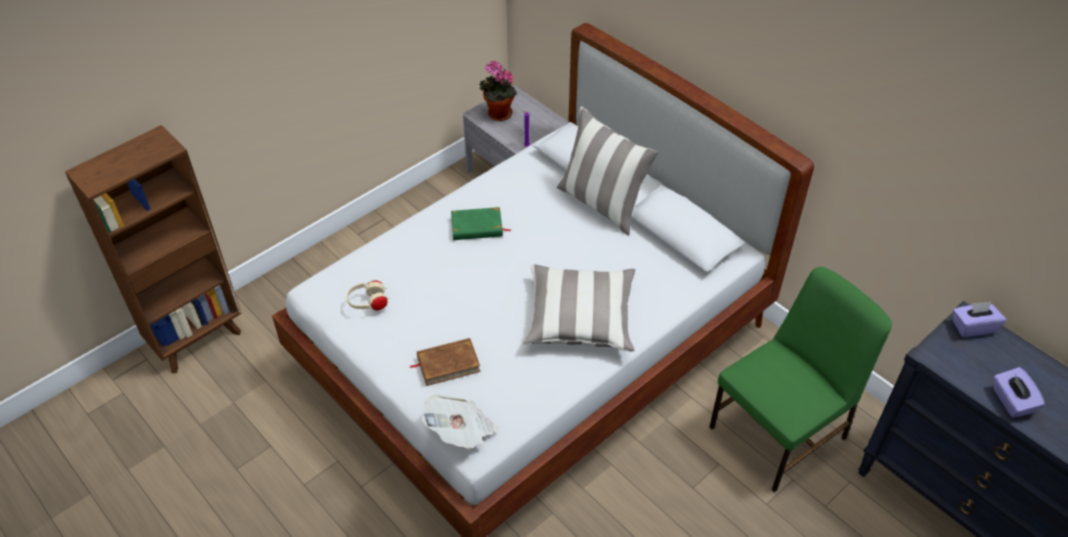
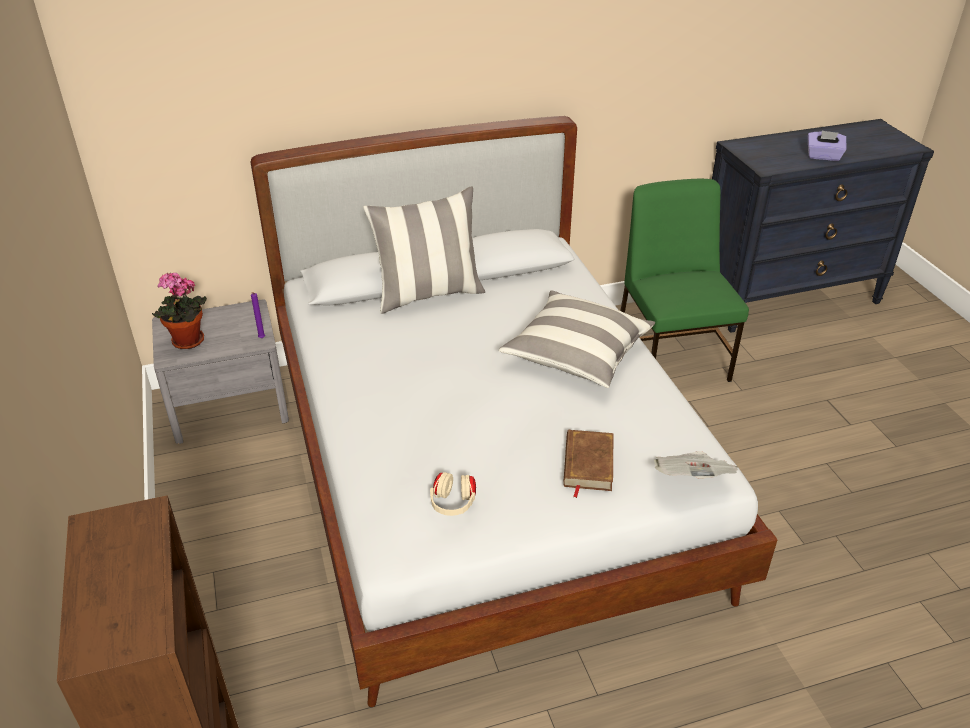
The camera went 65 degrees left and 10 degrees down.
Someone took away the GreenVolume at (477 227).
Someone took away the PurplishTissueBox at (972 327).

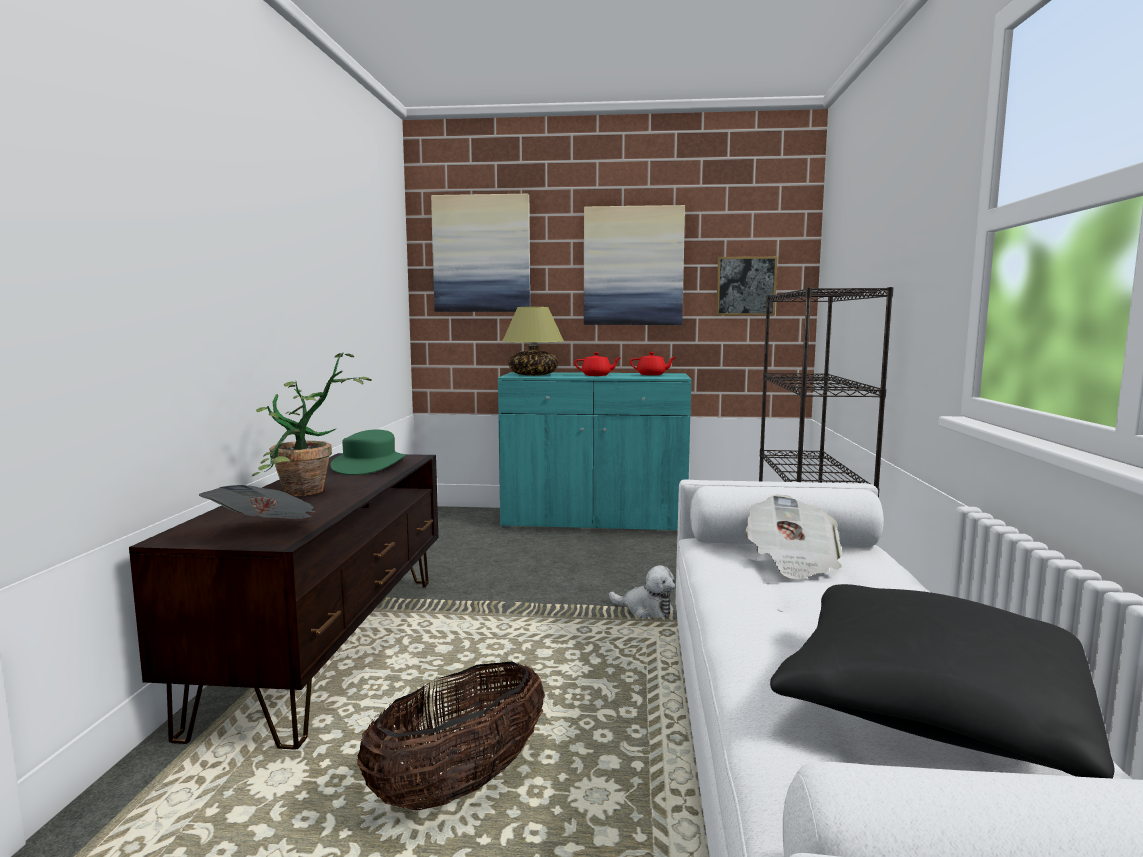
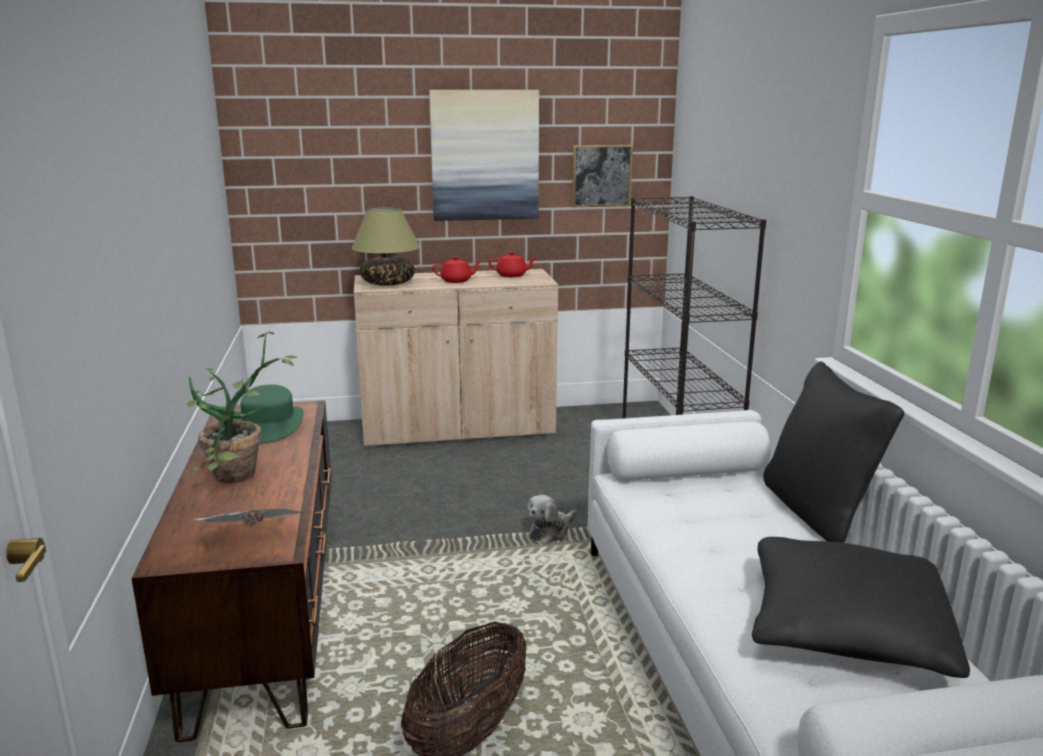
The camera went 15 degrees left and 10 degrees up.
Someone took away the WallPicture at (481 254).
Someone repainted the BlueGreenStorageCabinet at (594 521), which became the BeigeColouredStorageCabinet at (458 428).
Someone rotated the CuddlyToy at (645 609) by 120 degrees clockwise.
Someone took away the Newspaper at (792 562).
Someone put down the BlackCushion at (818 512).

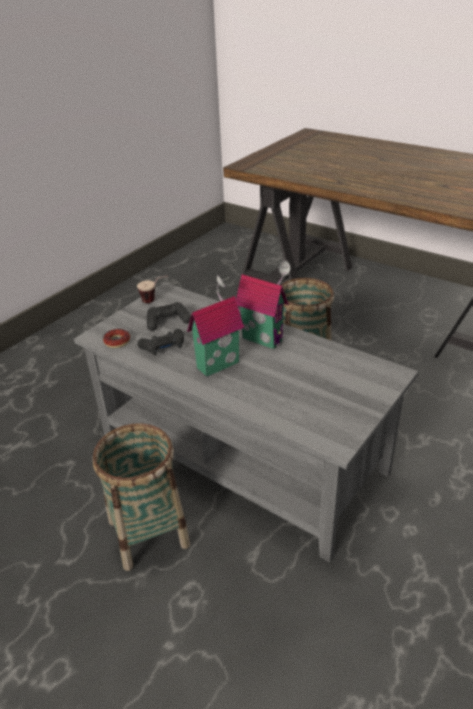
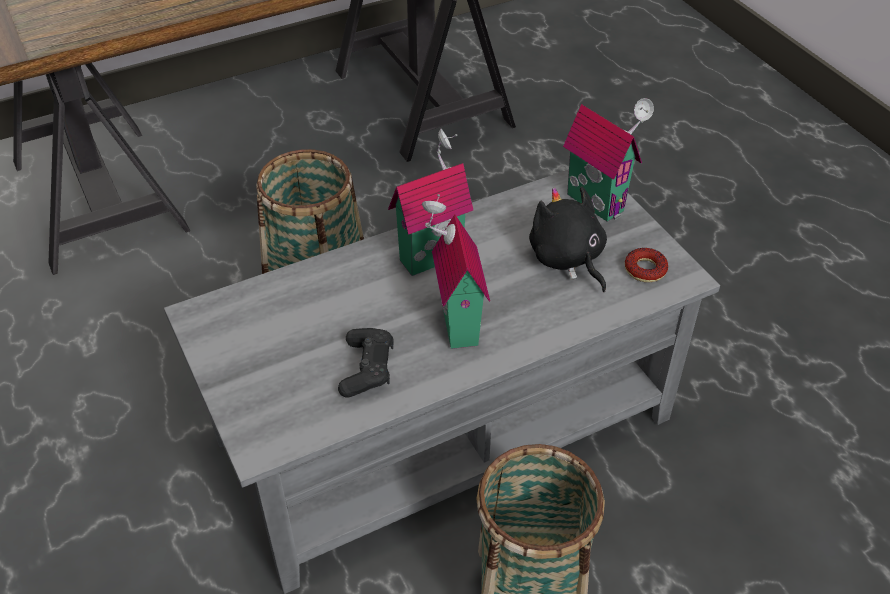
The camera went 65 degrees left and 10 degrees up.
Someone carried the Donut from (117 341) to (645 269).
Someone took away the DrinkingCup at (155 301).
Someone took away the BlackJoypad at (168 322).
Someone put down the BlackCuddlyToy at (567 259).
Someone put down the MiniatureHouse at (598 201).

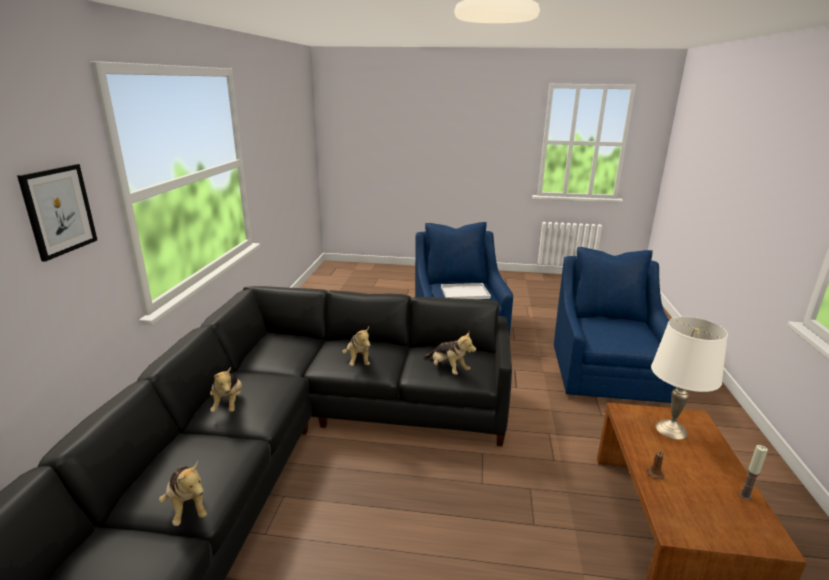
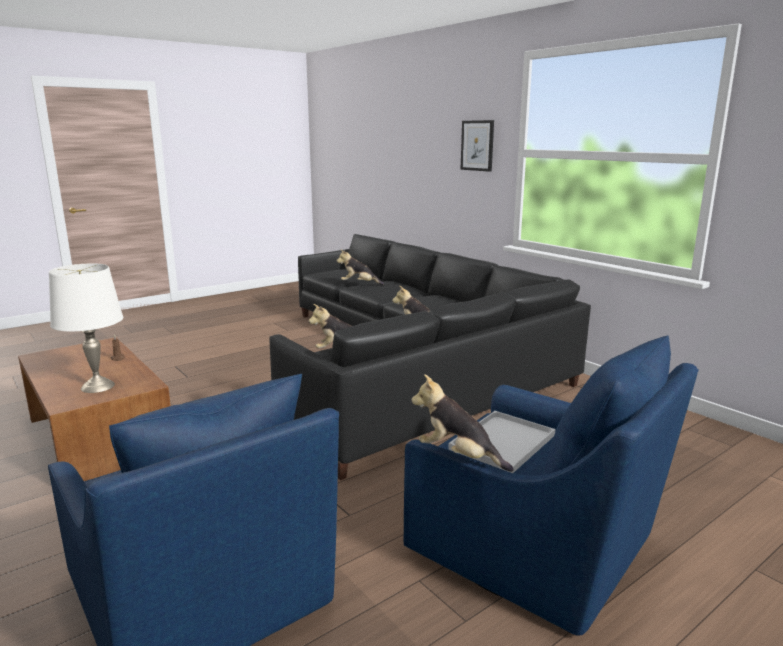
The camera went 135 degrees right and 5 degrees down.
Someone carried the CuddlyToy from (228 404) to (458 456).
Someone took away the Candle at (745 496).

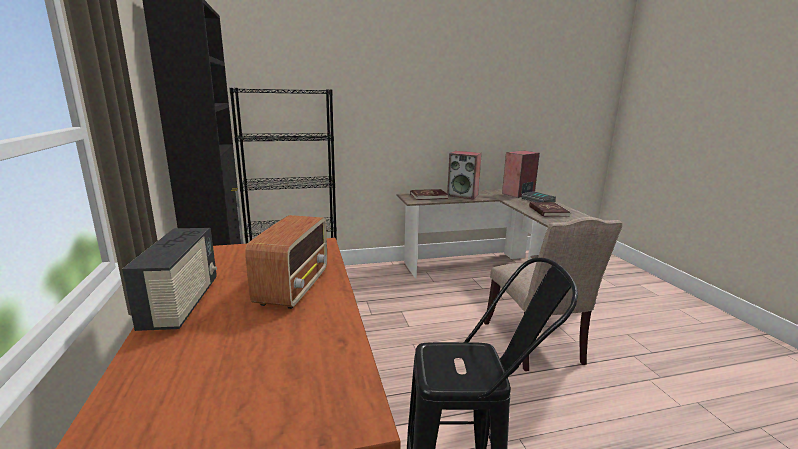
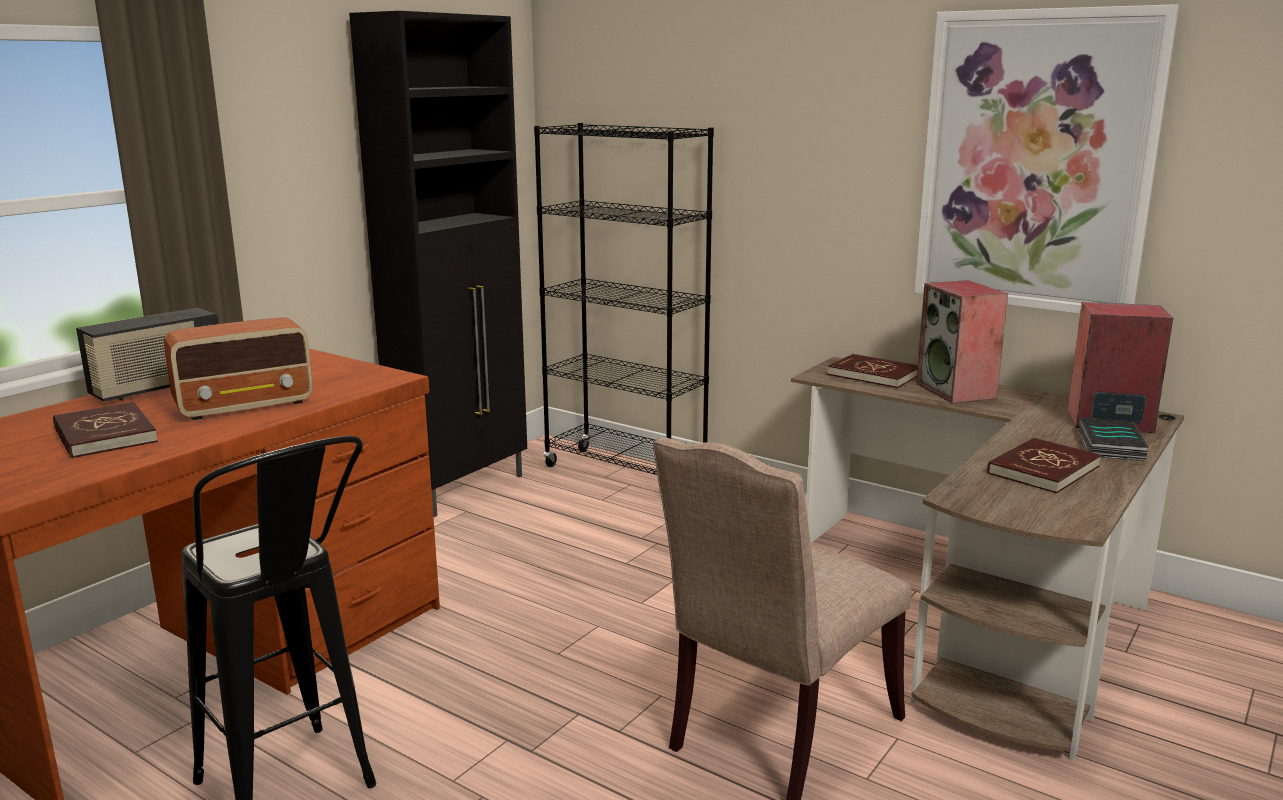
The camera went 50 degrees right and 0 degrees up.
Someone put down the ReddishVolume at (104 435).
Someone put up the WallPicture at (1035 162).

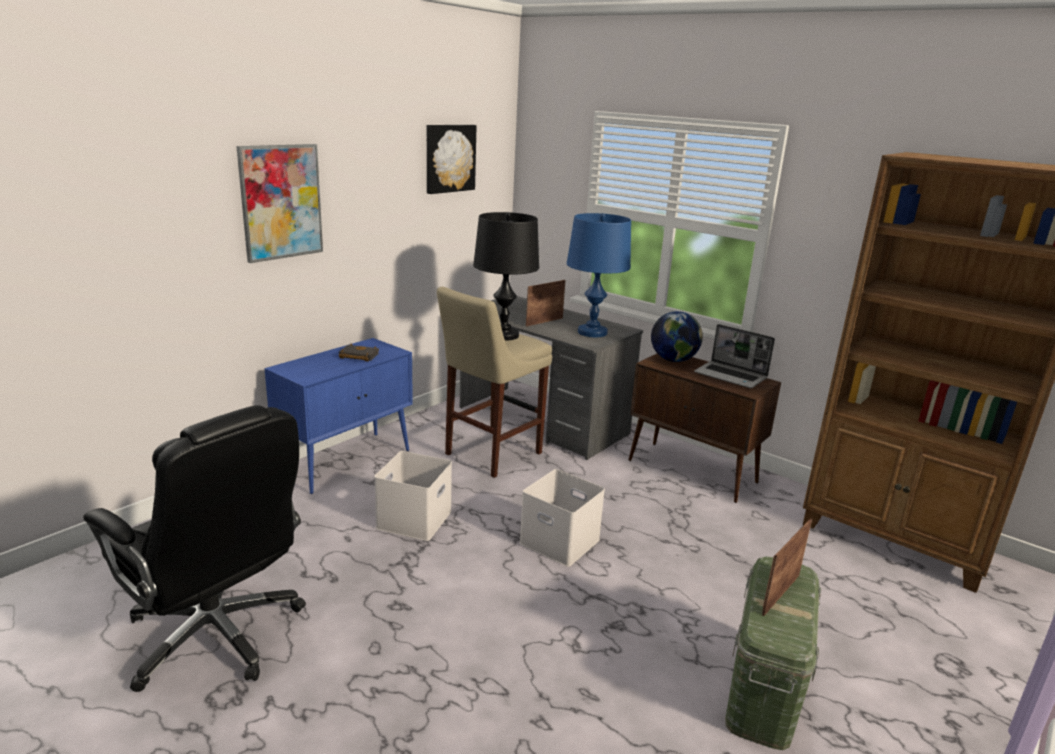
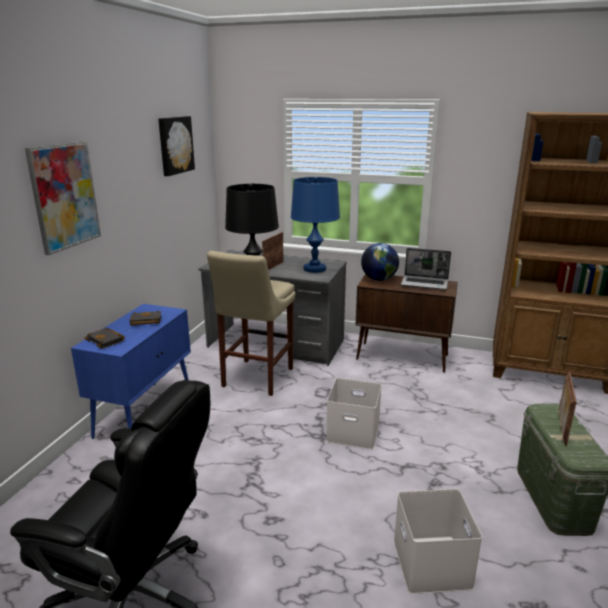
The camera went 20 degrees left and 0 degrees up.
Someone carried the WhiteColouredStorageContainer from (415 520) to (433 565).
Someone put down the BlackVolume at (107 340).

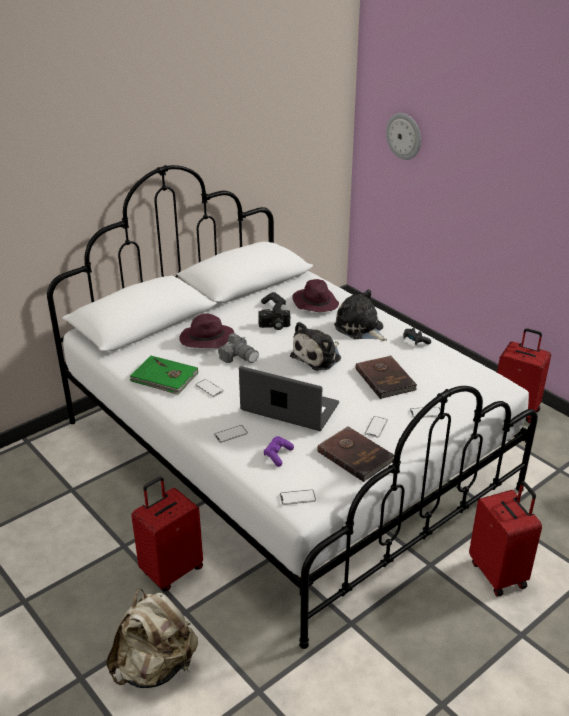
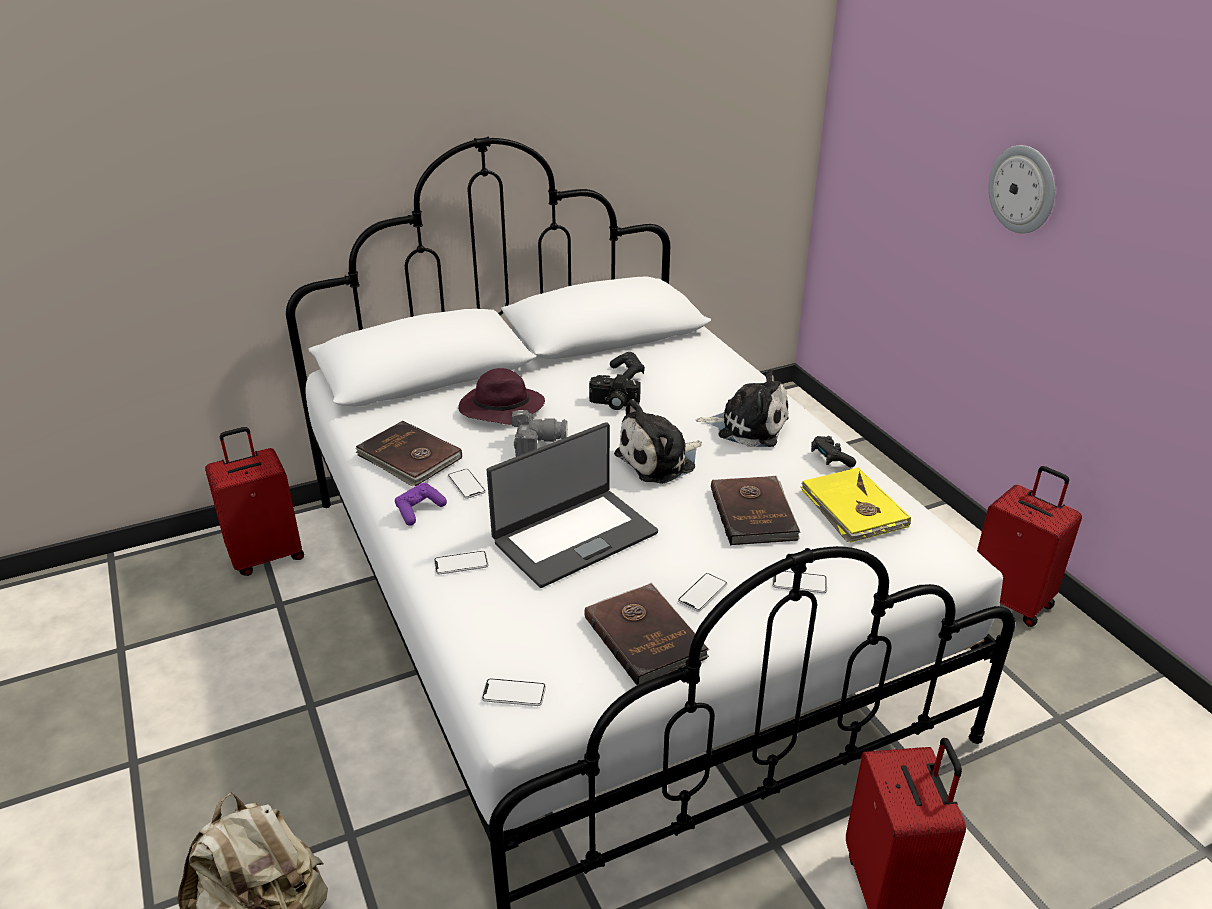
The camera went 15 degrees right and 0 degrees up.
Someone repainted the GreenVolume at (164 378), which became the BrownColouredVolume at (409 458).
Someone carried the ReddishPieceOfLuggage from (171 570) to (266 555).
Someone rotated the PhotoCamera at (239 357) by 60 degrees counterclockwise.
Someone rotated the PortableComputer at (289 408) by 105 degrees clockwise.
Someone carried the PurplishJoypad from (278 455) to (419 510).
Someone took away the PurplishWearableHat at (315 303).
Someone rotated the CuddlyToy at (360 329) by 135 degrees clockwise.
Someone carried the WallClock from (404 136) to (1023 189).
Someone put down the YellowColouredVolume at (852 509).

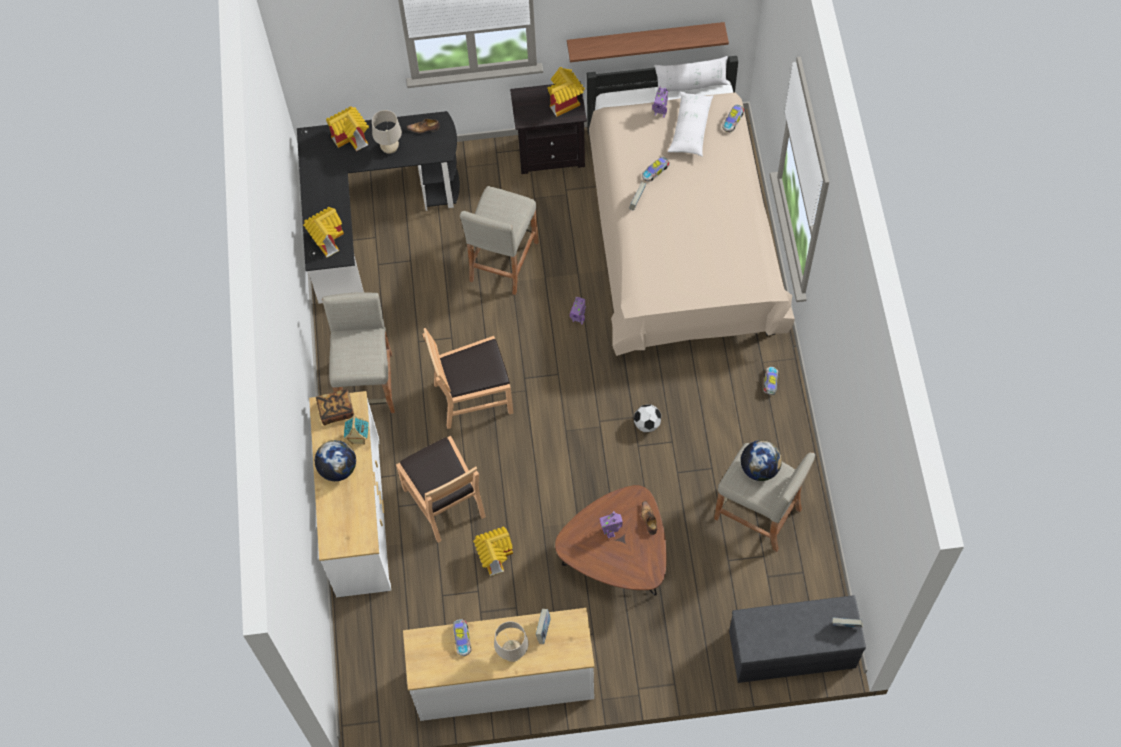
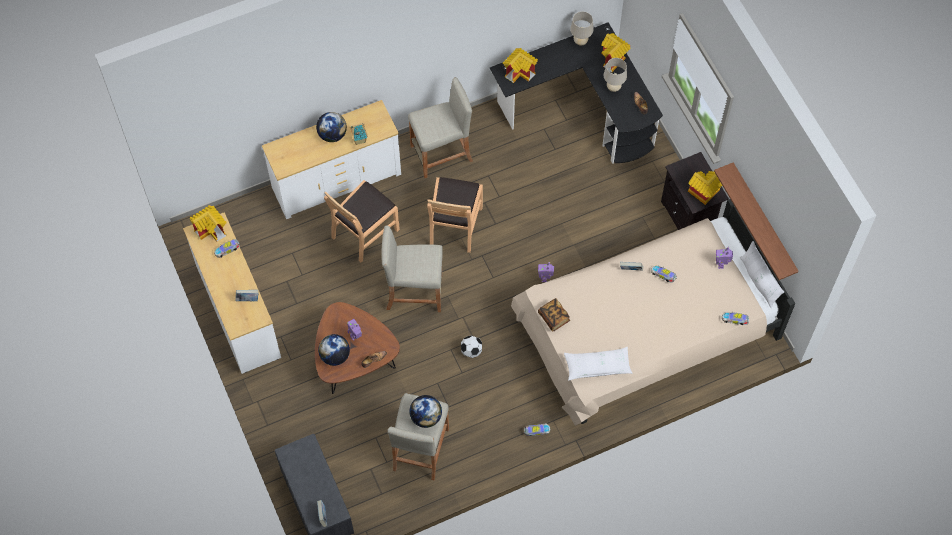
The camera went 70 degrees right and 0 degrees up.
Someone carried the Volume from (336 411) to (553 318).
Someone rotated the BrownColouredChair at (473 396) by 135 degrees counterclockwise.
Someone carried the BeigeColouredStoolSeat from (503 261) to (414 292).
Someone carried the MiniatureHouse from (495 555) to (212 230).
Someone carried the BeigeColouredLampForATable from (512 653) to (580 41).
Someone carried the WhiteColouredCushion from (690 128) to (597 366).
Someone put down the DeskGlobe at (335 356).

